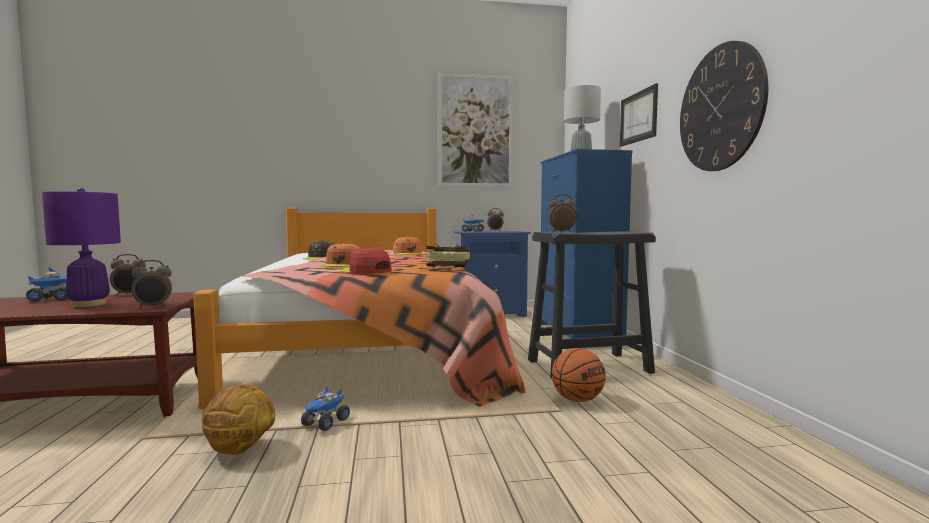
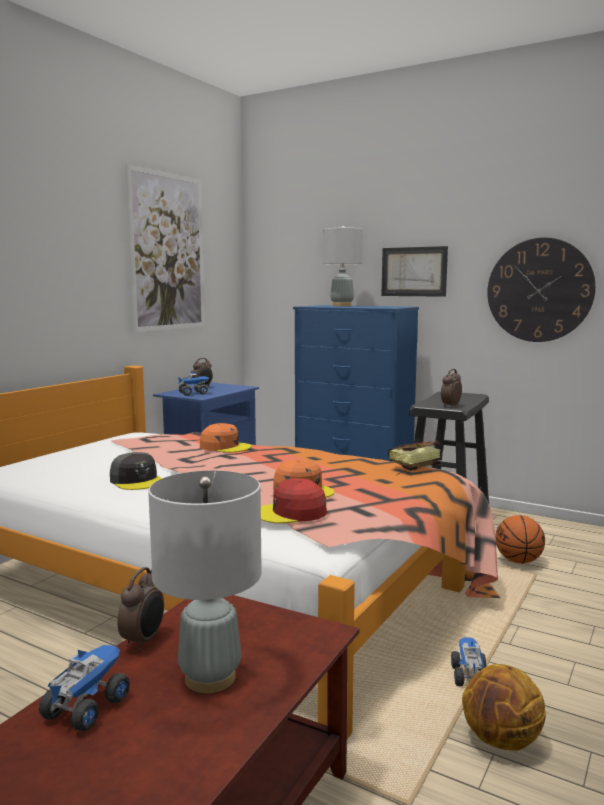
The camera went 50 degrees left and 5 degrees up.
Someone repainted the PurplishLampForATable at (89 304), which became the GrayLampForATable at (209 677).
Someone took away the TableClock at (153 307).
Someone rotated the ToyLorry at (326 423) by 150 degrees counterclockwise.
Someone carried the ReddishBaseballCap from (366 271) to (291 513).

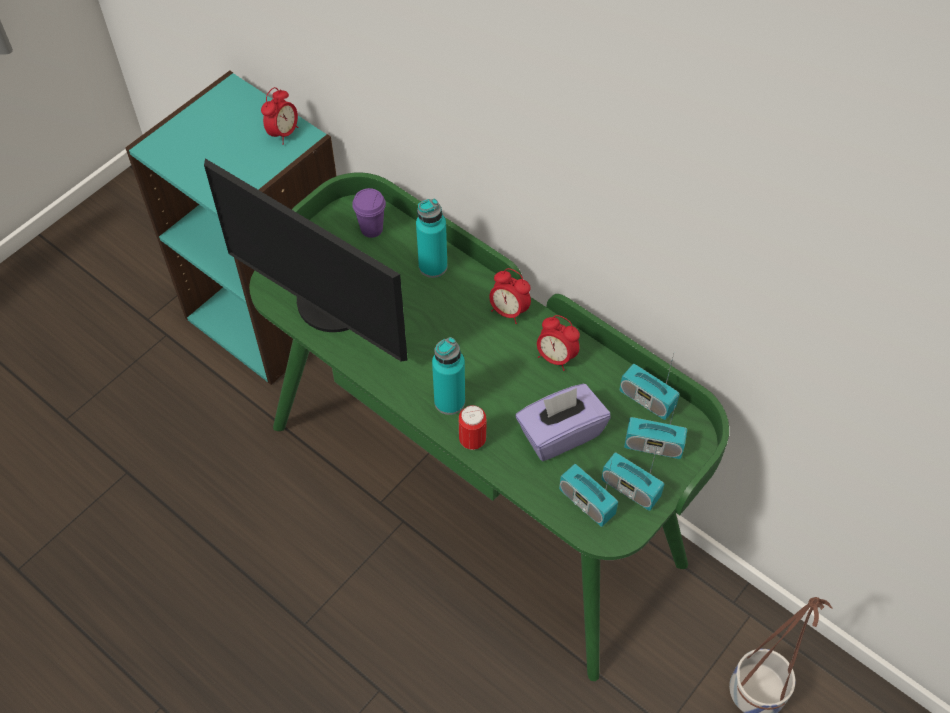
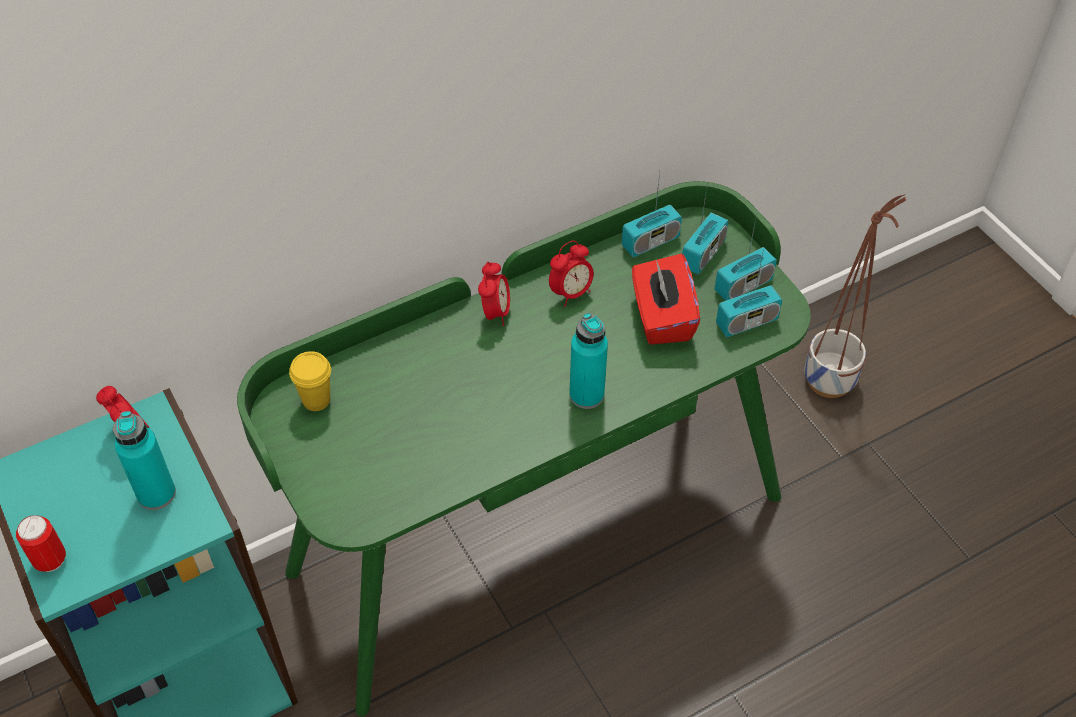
The camera went 70 degrees left and 5 degrees down.
Someone took away the ComputerScreen at (330 307).
Someone repainted the PurplishDrinkingCup at (371 229), which became the YellowColouredDrinkingCup at (316 400).
Someone carried the BlueGreenBeverageBottle from (433 266) to (156 494).
Someone carried the MetalCan from (472 440) to (50 560).
Someone rotated the TableClock at (508 311) by 45 degrees counterclockwise.
Someone repainted the PurplishTissueBox at (560 433), which became the ReddishTissueBox at (661 318).

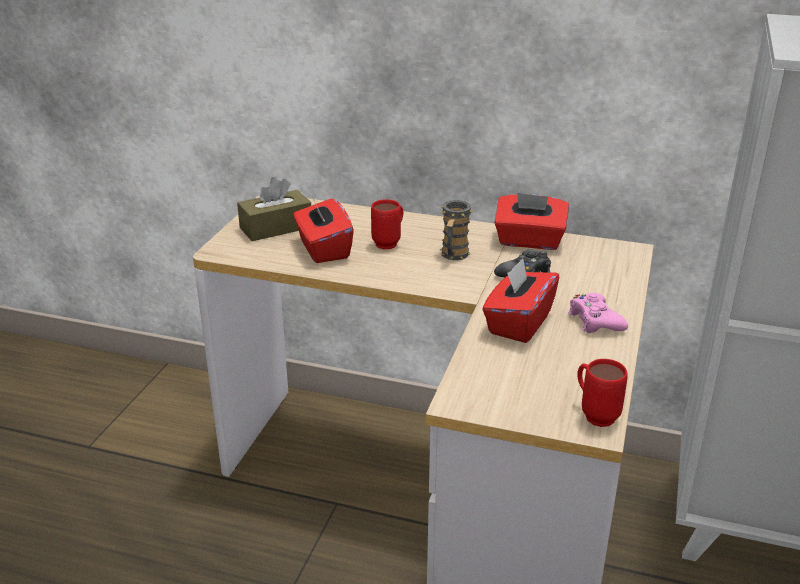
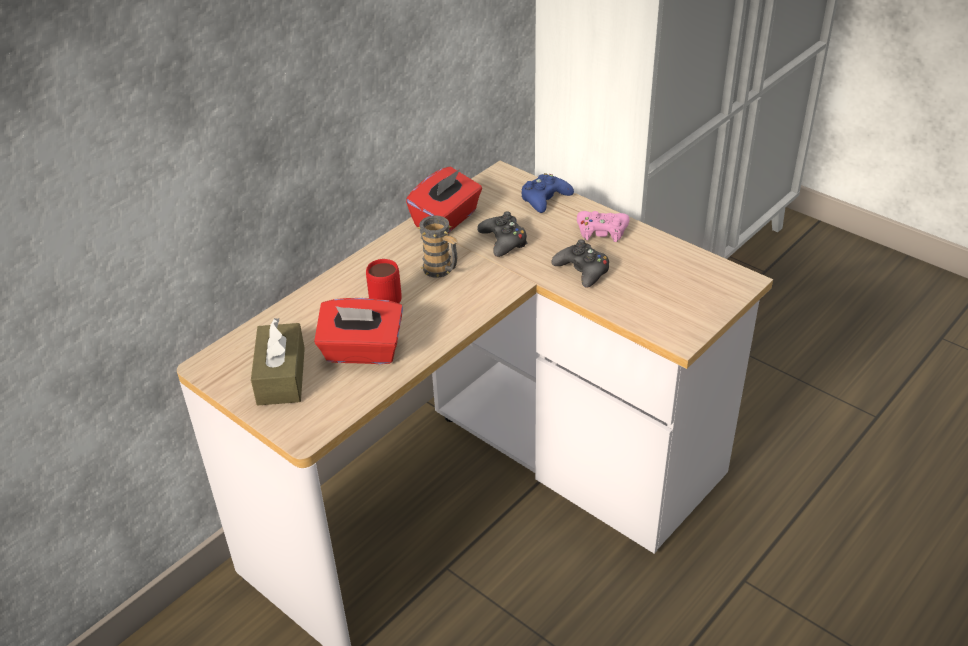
The camera went 65 degrees left and 10 degrees up.
Someone swapped the ReddishTissueBox at (518 323) for the BlackJoypad at (582 270).
Someone took away the ReddishMug at (594 414).
Someone put down the BlueJoypad at (545 199).

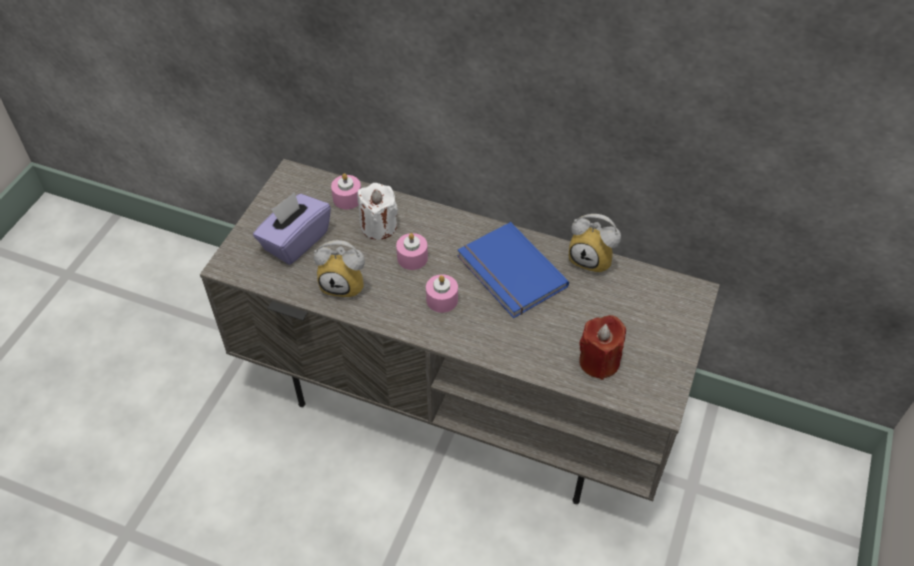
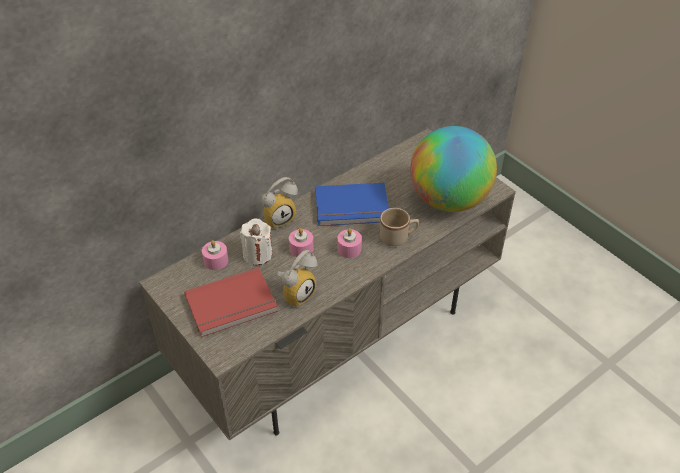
The camera went 60 degrees left and 5 degrees down.
Someone swapped the PurplishTissueBox at (295 241) for the ReddishVolume at (232 305).
Someone carried the TableClock from (593 259) to (279 218).
Someone swapped the ReddishCandle at (599 361) for the DeskGlobe at (448 200).
Someone put down the BeigeColouredMug at (398 237).

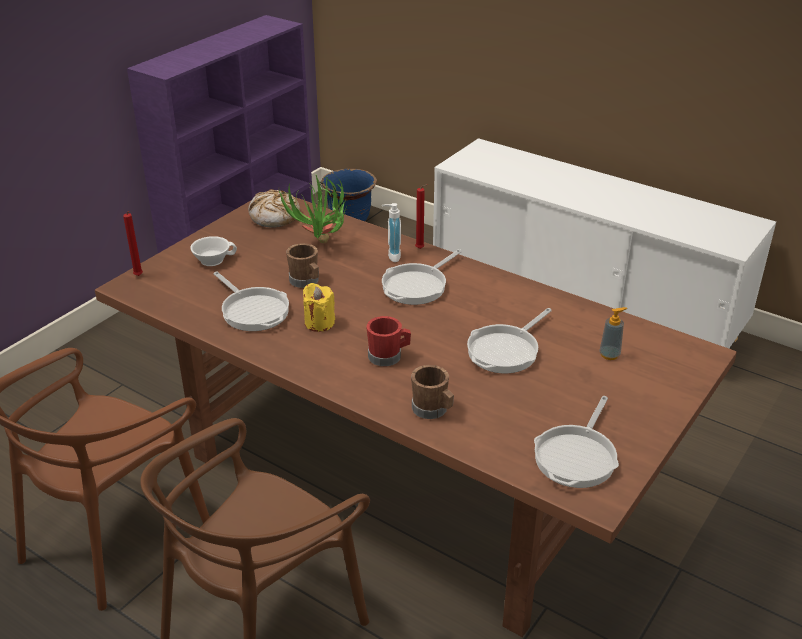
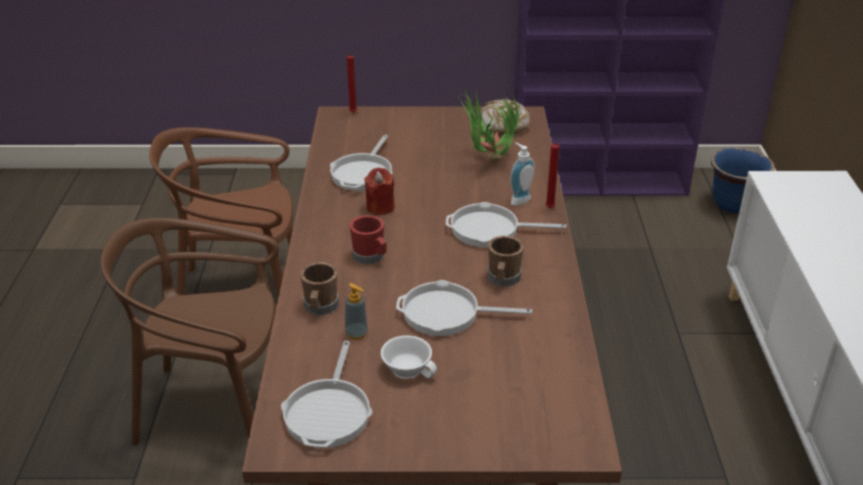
The camera went 55 degrees right and 0 degrees up.
Someone carried the WhiteColouredDrinkingCup from (213 259) to (409 368).
Someone carried the BrownColouredMug from (306 282) to (503 279).
Someone repainted the YellowColouredCandle at (319 323), which became the ReddishCandle at (380 207).
Someone rotated the Skillet at (577 456) by 75 degrees counterclockwise.
Someone carried the LiquidSoapBottle from (609 355) to (356 333).

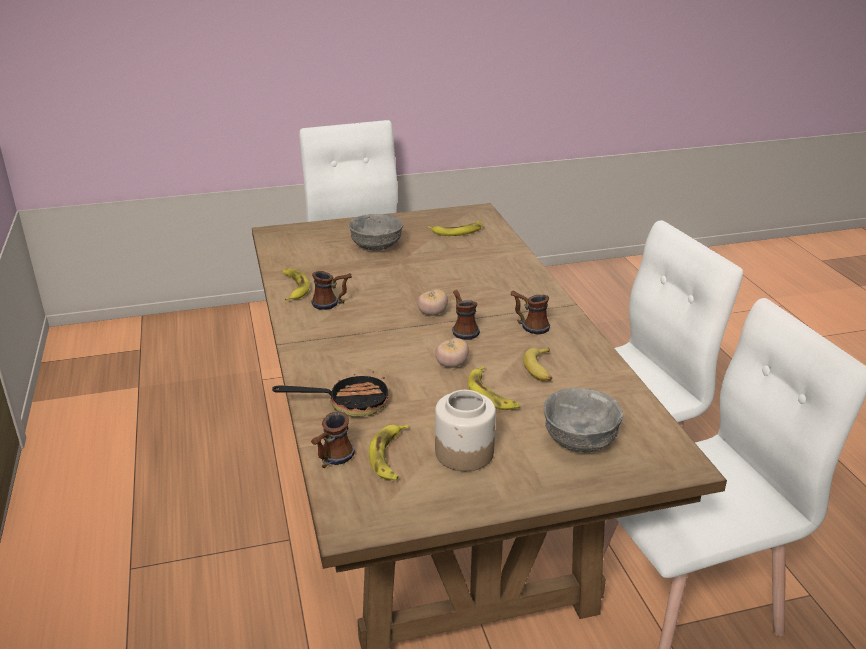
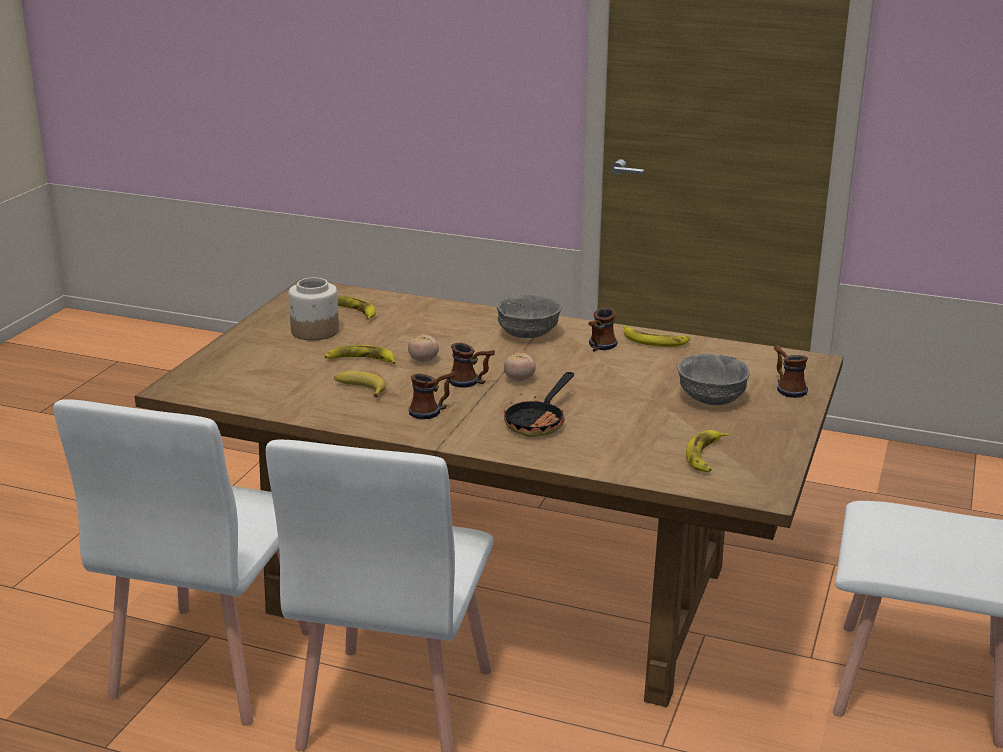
The camera went 125 degrees right and 5 degrees down.
Someone carried the Skillet from (349 403) to (539 422).
Someone carried the Mug from (331 460) to (786 388).
Someone carried the GrayServingBowl from (581 440) to (527 334).

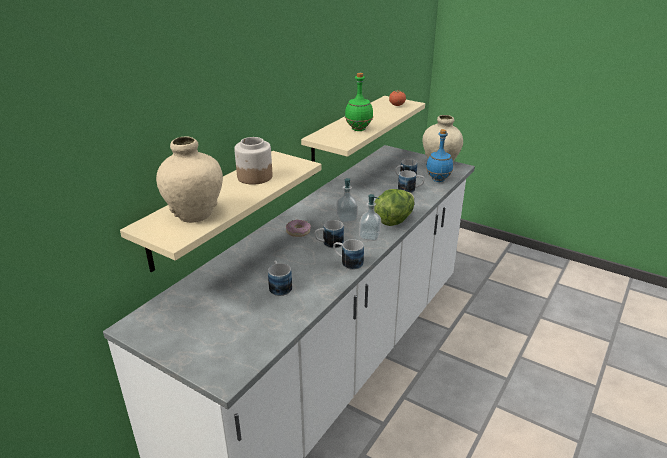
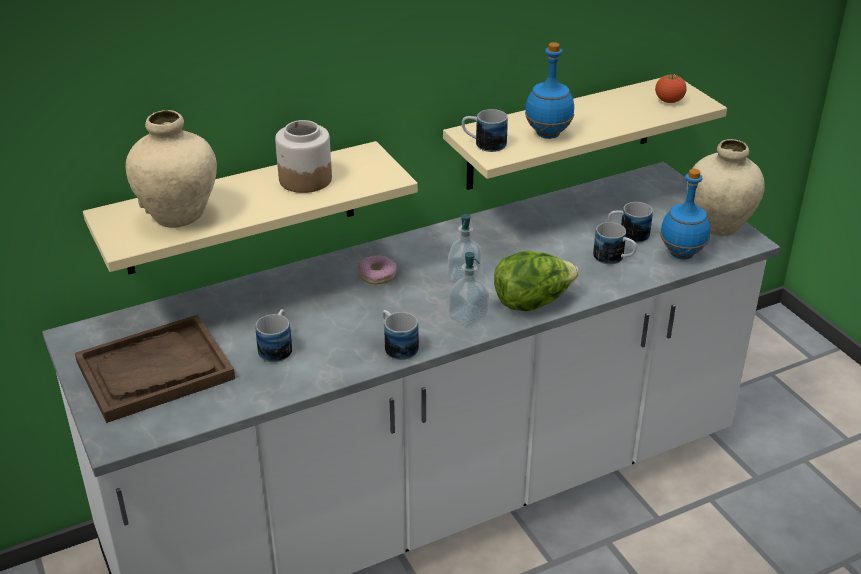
The camera went 30 degrees right and 5 degrees up.
Someone carried the Mug from (328 244) to (483 144).
Someone repainted the GreenBeverageBottle at (358 129), which became the BlueBeverageBottle at (547 134).
Someone put down the BrownColouredCarryingTray at (155 371).

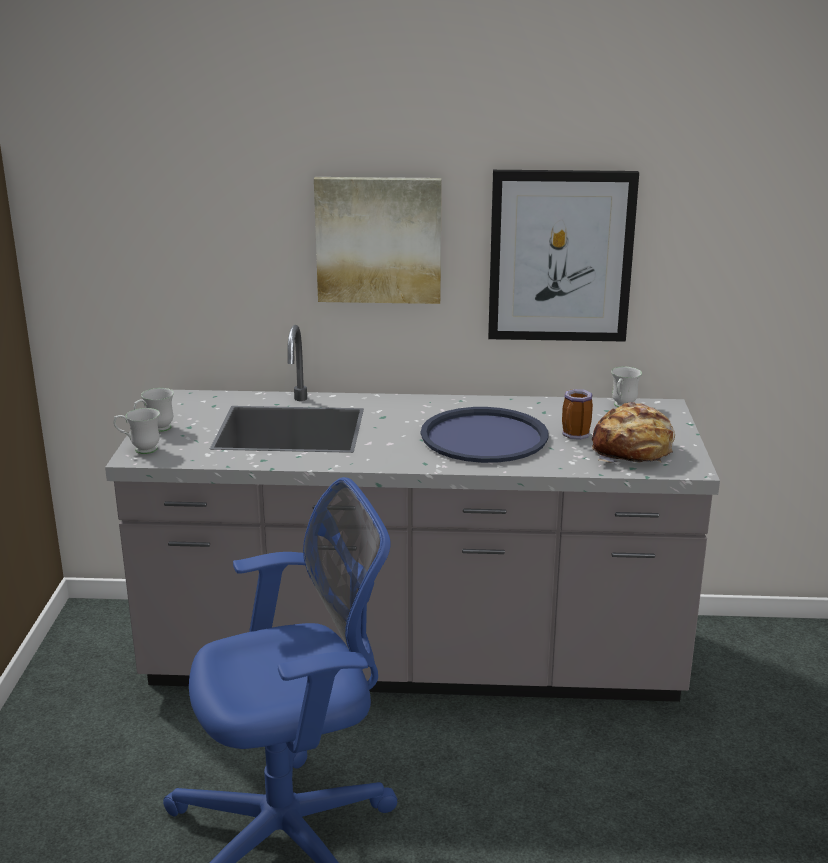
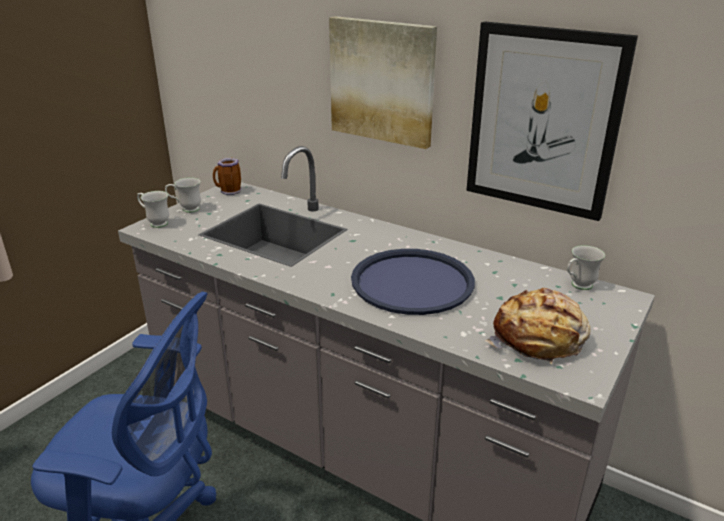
The camera went 30 degrees right and 5 degrees up.
Someone carried the Mug from (575 435) to (229 192).

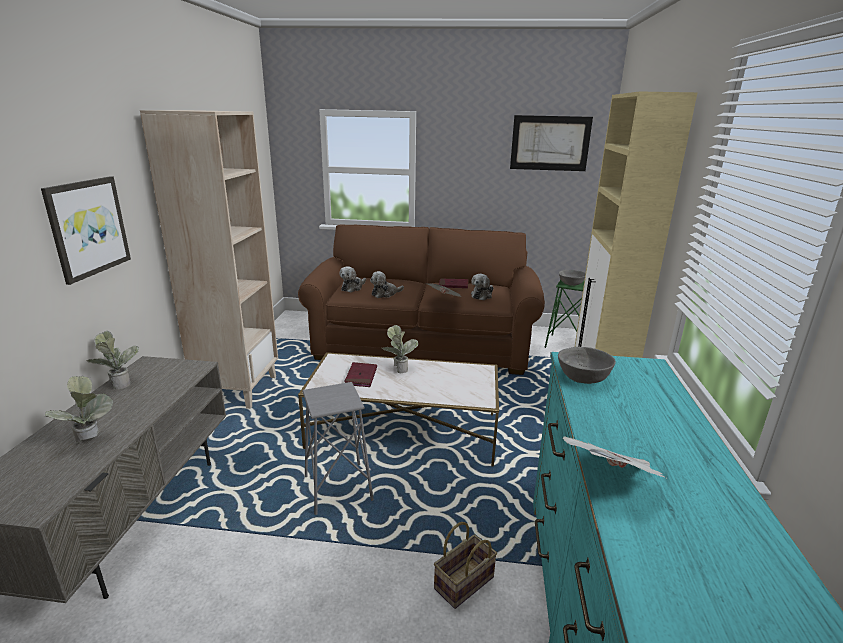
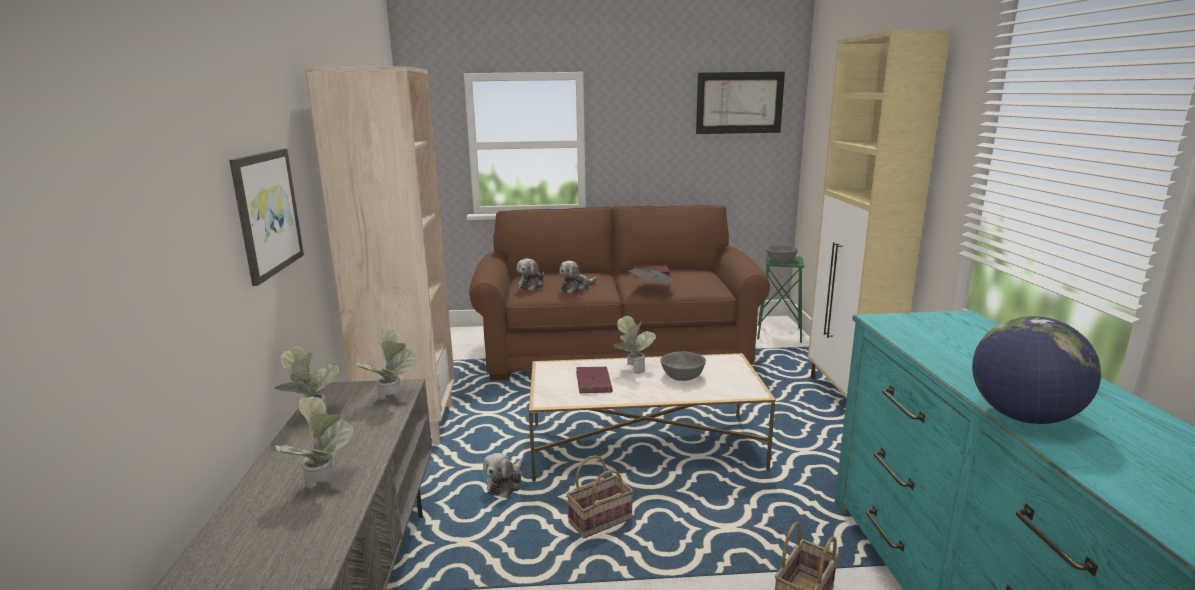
The camera went 10 degrees left and 5 degrees down.
Someone swapped the GrayStoolSeat at (338 488) for the StorageBasket at (601 520).
Someone carried the CuddlyToy from (482 295) to (505 484).
Someone carried the GrayServingBowl from (583 377) to (682 376).
Someone swapped the Newspaper at (612 478) for the DeskGlobe at (1023 417).
Someone put down the PlantInAPot at (392 398).

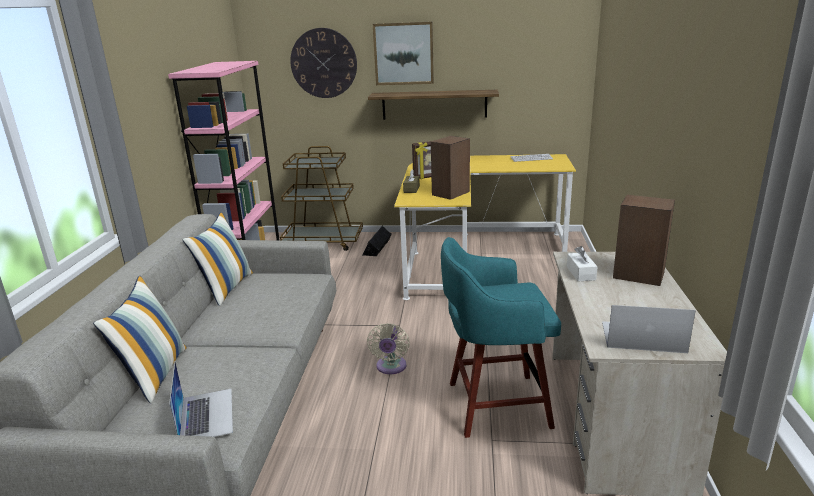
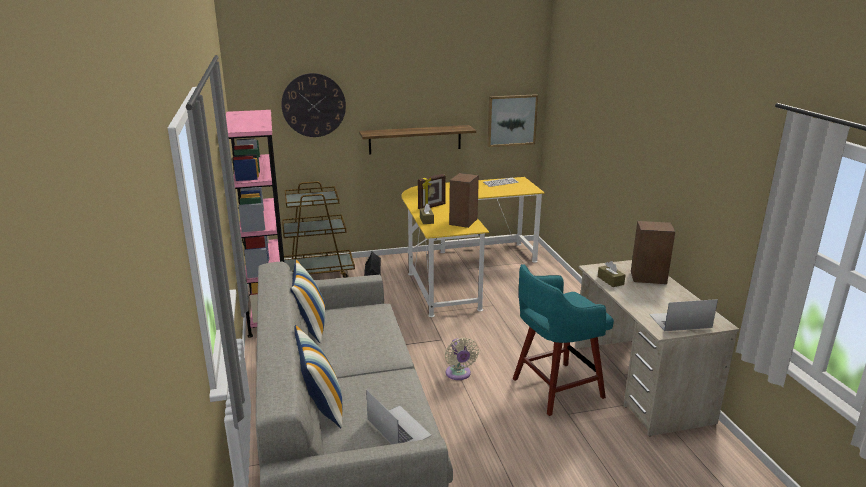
The camera went 20 degrees left and 0 degrees up.
Someone carried the WallPicture from (403 53) to (511 120).
Someone repainted the WhiteColouredTissueBox at (581 273), which became the BrownColouredTissueBox at (610 280).

